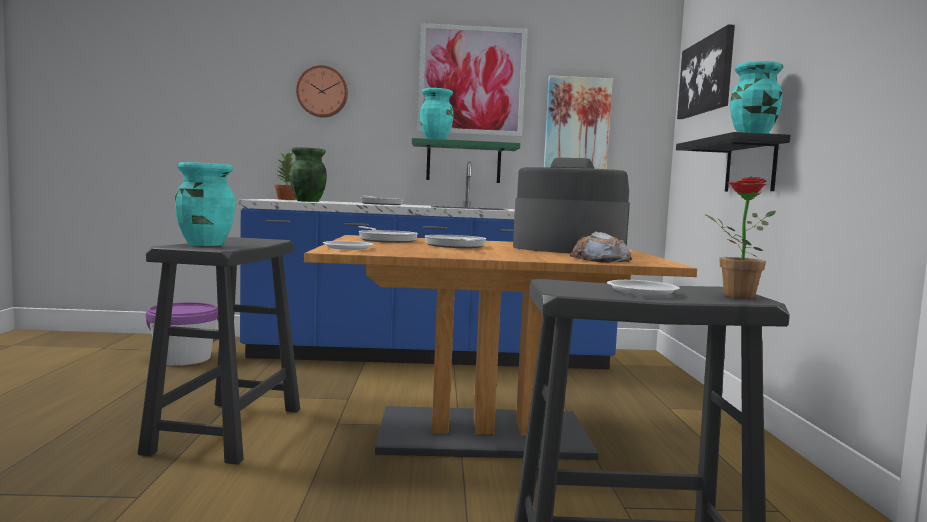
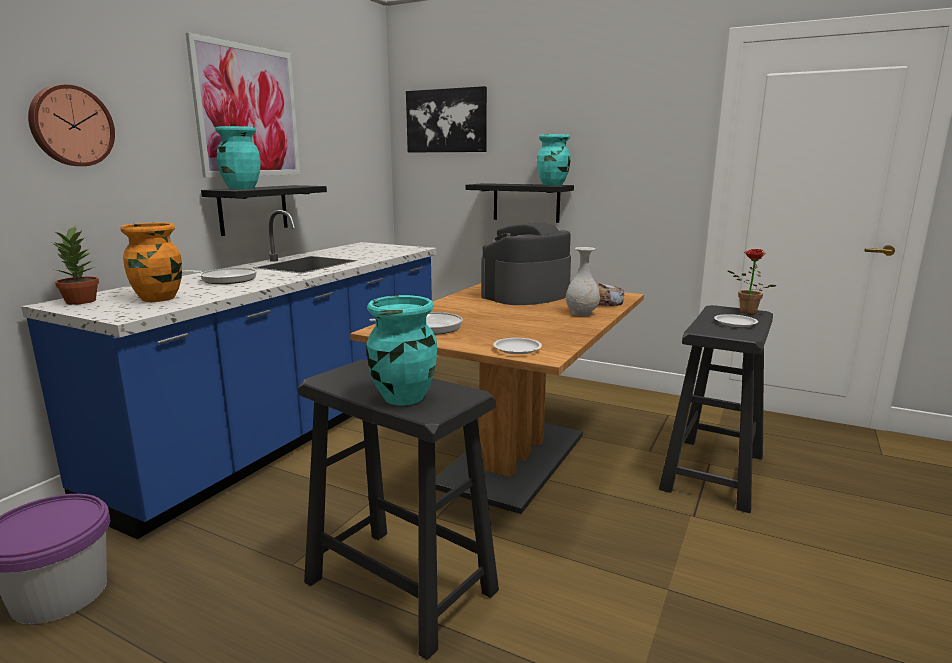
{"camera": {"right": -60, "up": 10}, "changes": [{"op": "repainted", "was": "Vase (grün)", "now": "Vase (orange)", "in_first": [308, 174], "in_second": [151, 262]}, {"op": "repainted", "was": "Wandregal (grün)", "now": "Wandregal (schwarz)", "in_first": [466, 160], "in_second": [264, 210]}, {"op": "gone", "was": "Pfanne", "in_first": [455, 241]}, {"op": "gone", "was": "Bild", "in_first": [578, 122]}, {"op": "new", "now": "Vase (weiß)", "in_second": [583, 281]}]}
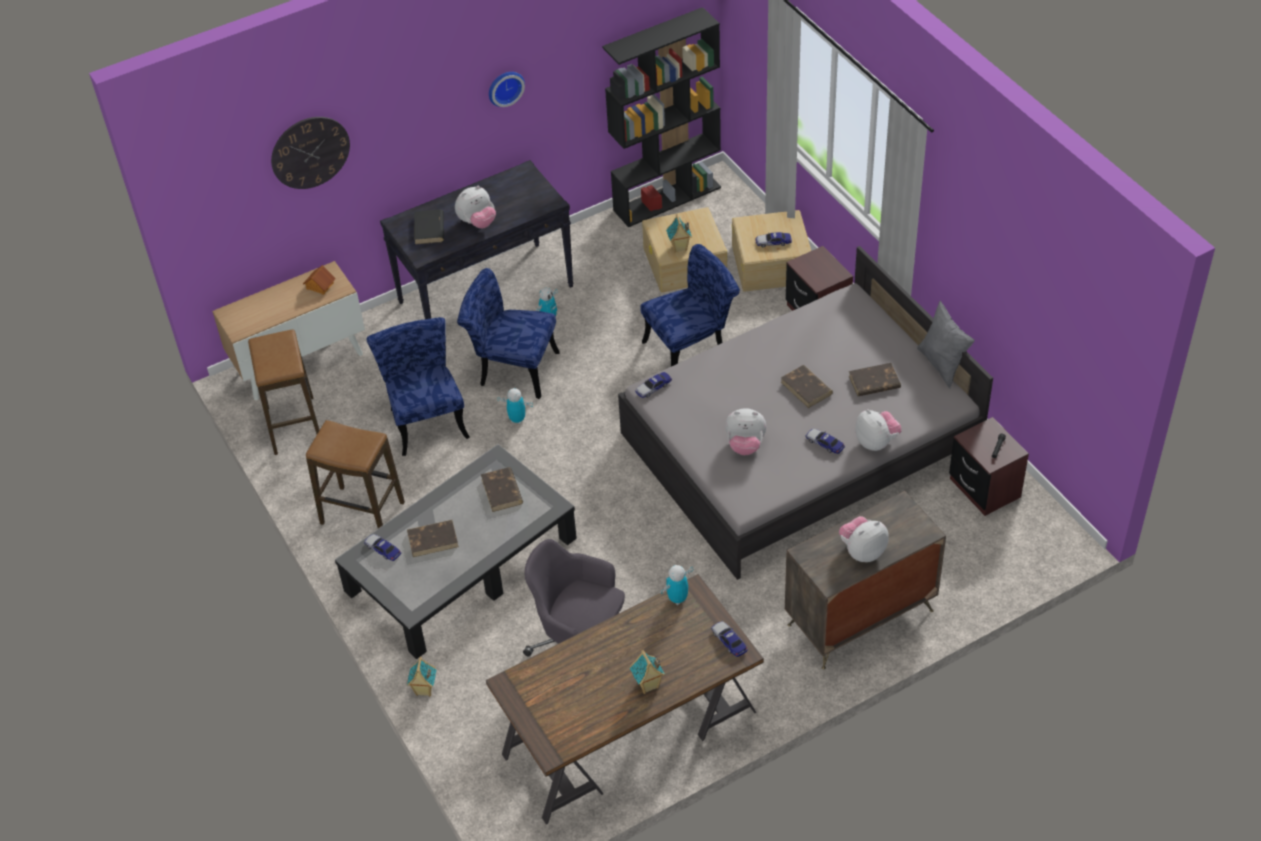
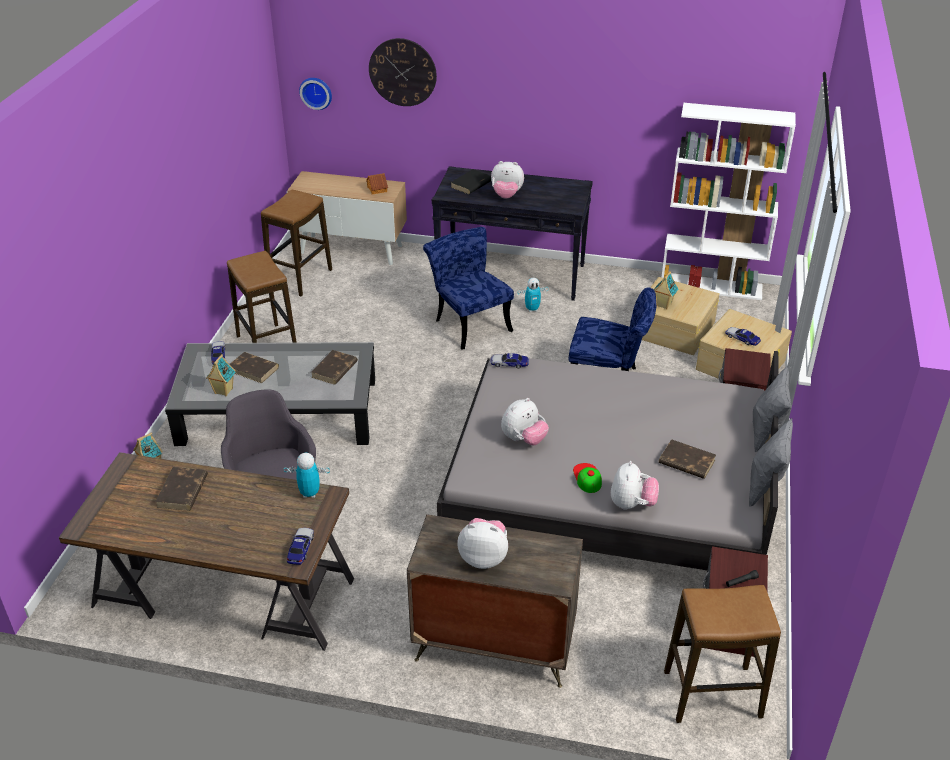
{"camera": {"right": 40, "up": -10}, "changes": [{"op": "gone", "was": "Stuhl (blau)", "in_first": [418, 386]}, {"op": "shifted", "was": "Wanduhr", "in_first": [507, 89], "in_second": [315, 94]}, {"op": "gone", "was": "Spielzeugroboter", "in_first": [515, 406]}, {"op": "repainted", "was": "Bücherregal (schwarz)", "now": "Bücherregal (weiß)", "in_first": [661, 117], "in_second": [729, 201]}, {"op": "shifted", "was": "Spielzeughaus", "in_first": [647, 672], "in_second": [221, 375]}, {"op": "rotated", "was": "Plüschtier", "in_first": [745, 431], "in_second": [525, 421], "clockwise": -90}, {"op": "shifted", "was": "Buch (braun)", "in_first": [807, 386], "in_second": [181, 489]}, {"op": "swapped", "was": "Spielzeugauto", "now": "Kappe", "in_first": [825, 441], "in_second": [587, 478]}, {"op": "new", "now": "Hocker", "in_second": [722, 654]}, {"op": "new", "now": "Kissen (grau)", "in_second": [772, 409]}]}
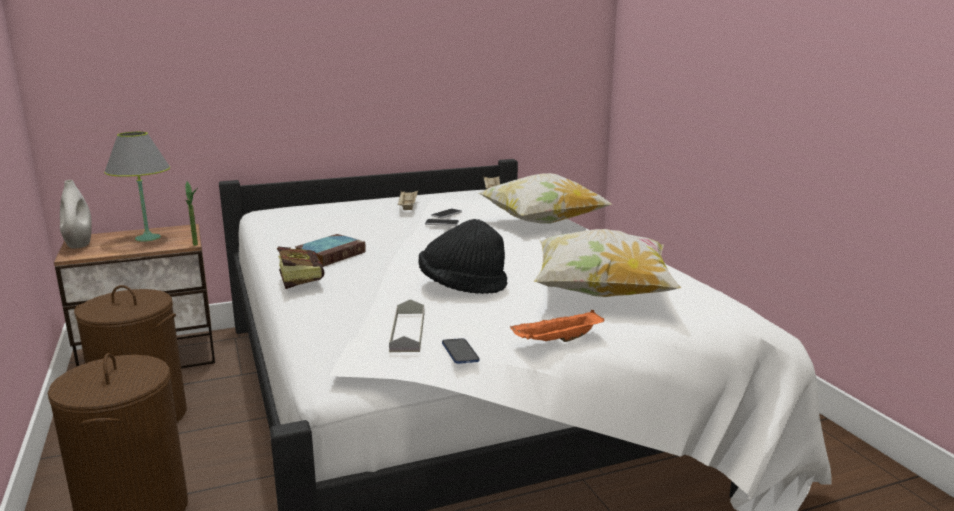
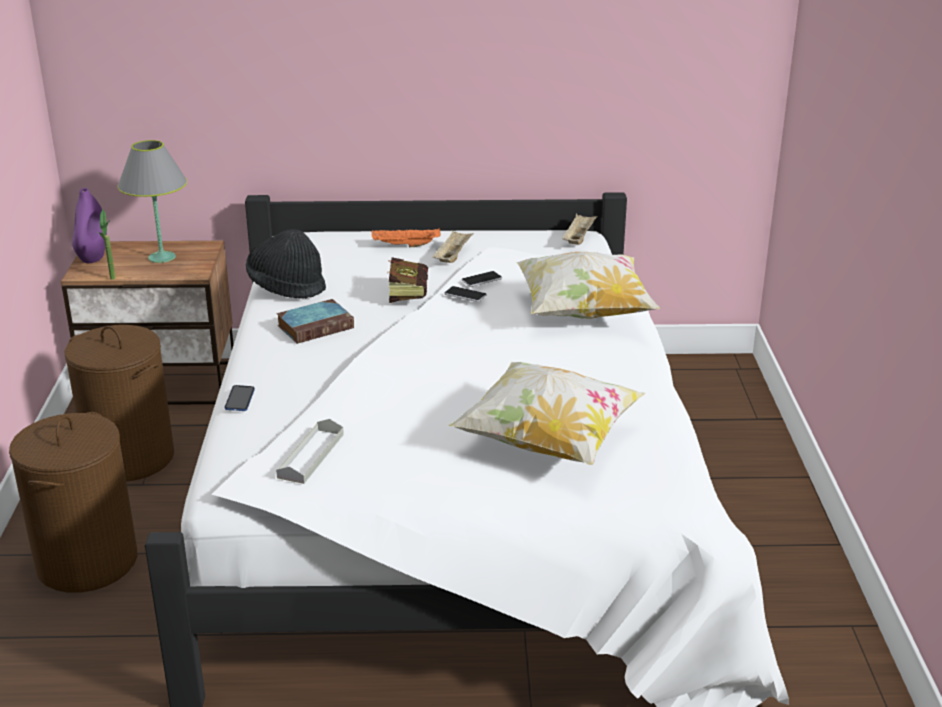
{"camera": {"right": 20, "up": 10}, "changes": [{"op": "repainted", "was": "Vase (weiß)", "now": "Vase (lila)", "in_first": [76, 214], "in_second": [89, 225]}, {"op": "shifted", "was": "Topfpflanze", "in_first": [191, 213], "in_second": [107, 244]}, {"op": "shifted", "was": "Buch", "in_first": [300, 268], "in_second": [407, 280]}, {"op": "shifted", "was": "Hut (schwarz)", "in_first": [463, 256], "in_second": [286, 264]}, {"op": "shifted", "was": "Handy", "in_first": [461, 351], "in_second": [240, 398]}, {"op": "shifted", "was": "Tablett (orange)", "in_first": [557, 326], "in_second": [406, 237]}]}
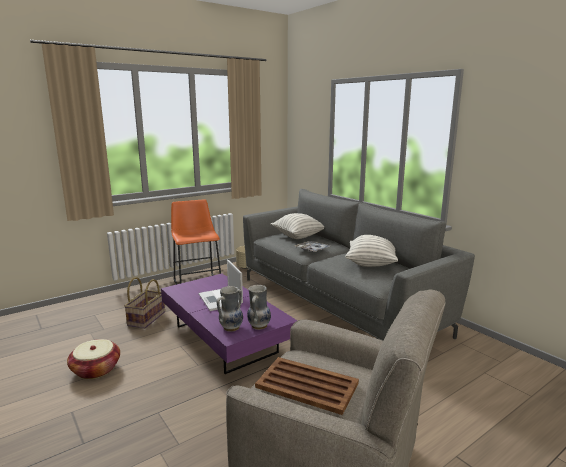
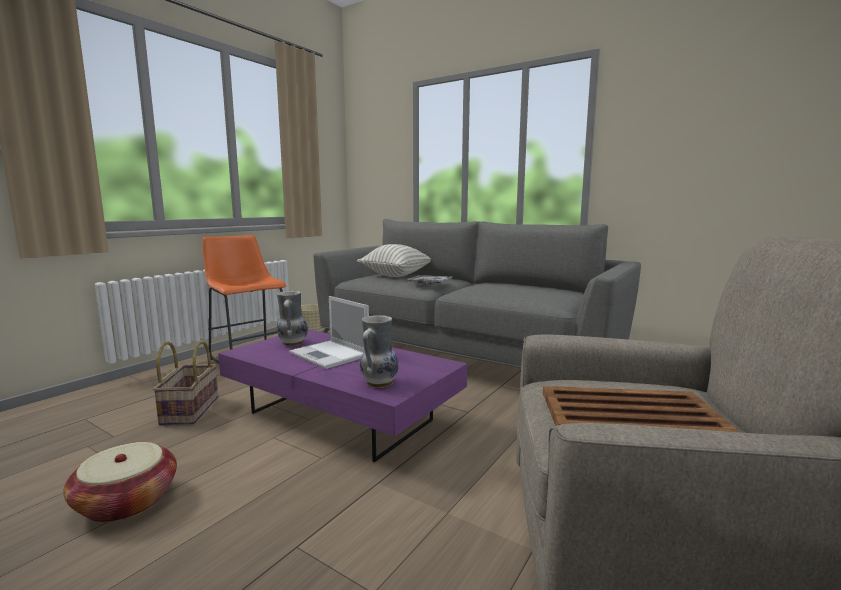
{"camera": {"right": -20, "up": -5}, "changes": [{"op": "shifted", "was": "Vase", "in_first": [259, 307], "in_second": [292, 318]}, {"op": "gone", "was": "Kissen", "in_first": [371, 251]}]}
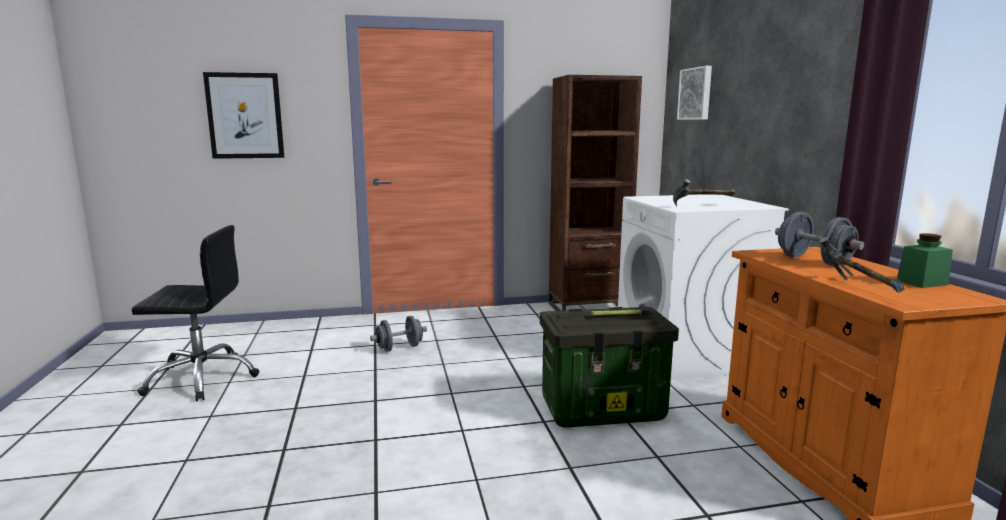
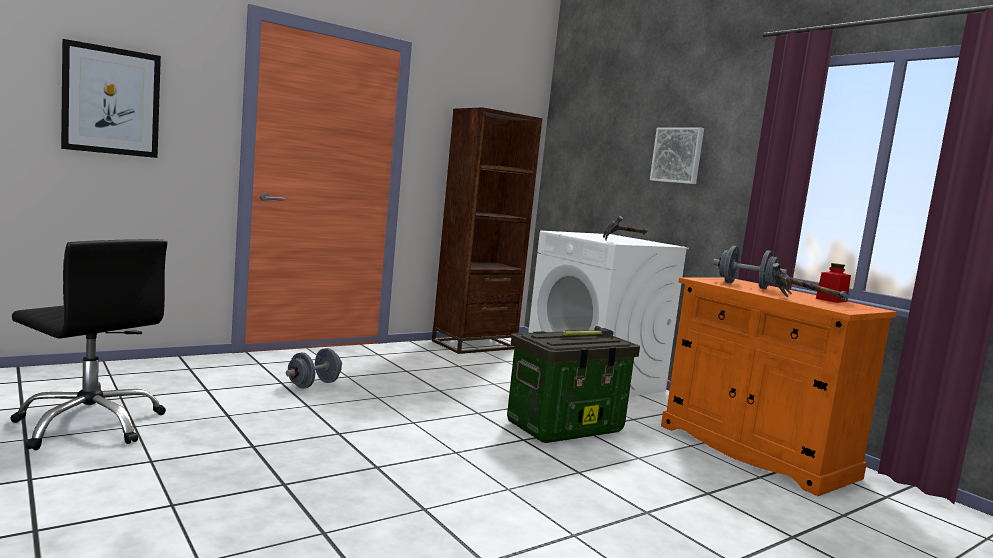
{"camera": {"right": -25, "up": -5}, "changes": [{"op": "rotated", "was": "Bürostuhl (schwarz)", "in_first": [195, 313], "in_second": [88, 344], "clockwise": 60}, {"op": "shifted", "was": "Bild", "in_first": [694, 93], "in_second": [677, 155]}, {"op": "repainted", "was": "Vorratsglas (grün)", "now": "Vorratsglas (rot)", "in_first": [925, 260], "in_second": [833, 283]}]}
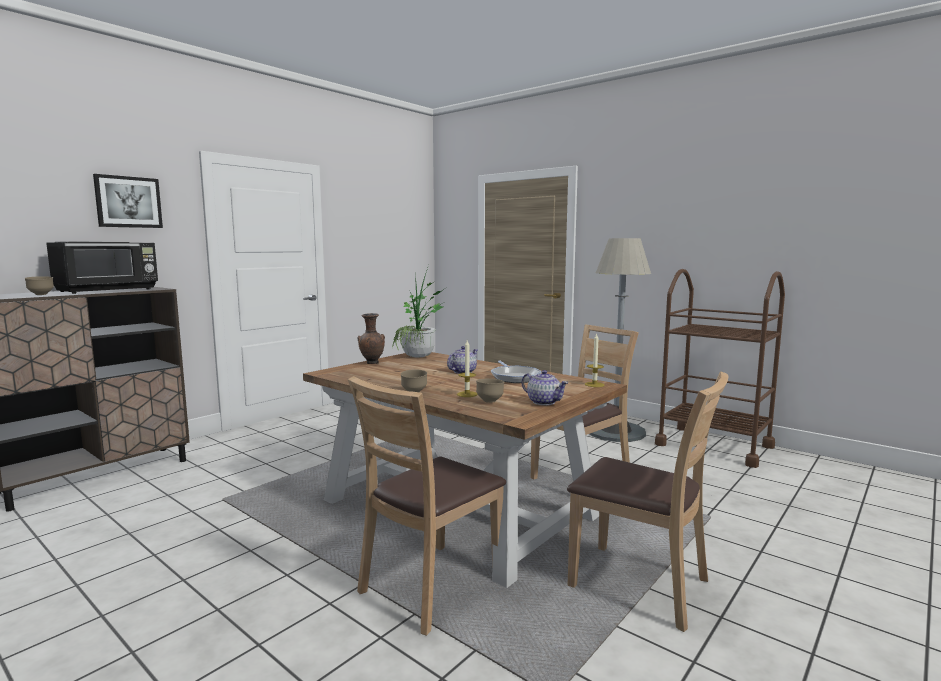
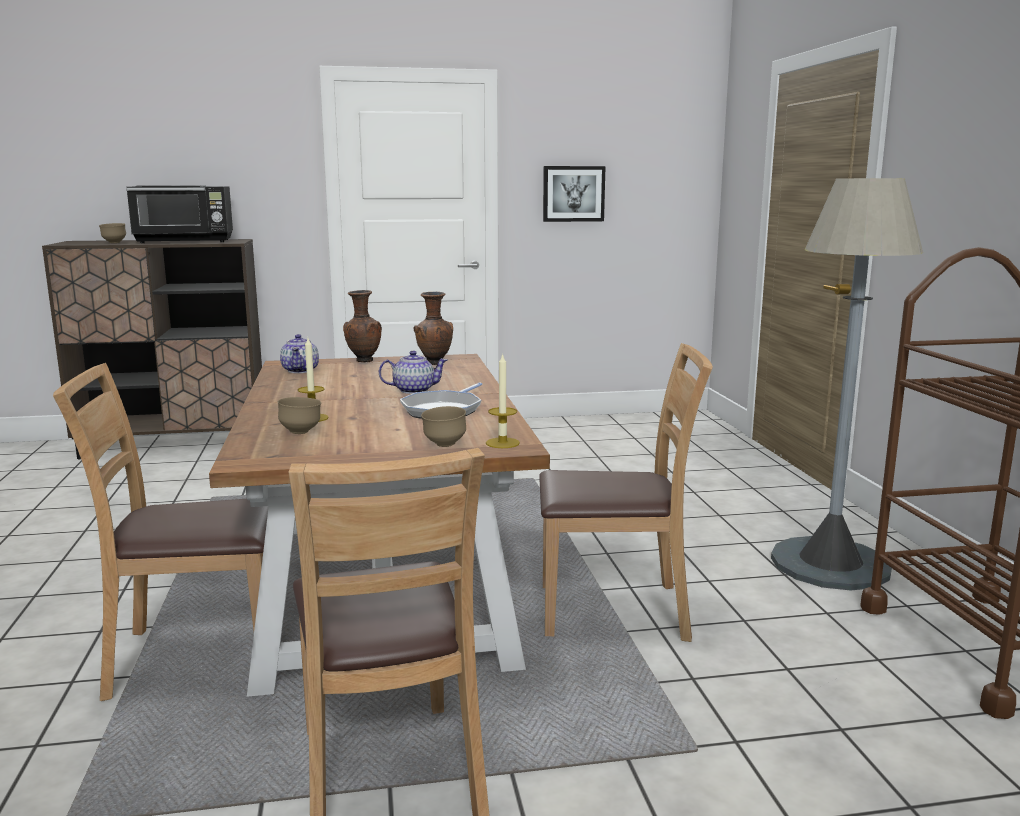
{"camera": {"right": 40, "up": 5}, "changes": [{"op": "shifted", "was": "Bild", "in_first": [128, 201], "in_second": [574, 194]}, {"op": "swapped", "was": "Topfpflanze", "now": "Vase (braun)", "in_first": [418, 311], "in_second": [433, 328]}, {"op": "shifted", "was": "Schüssel (braun)", "in_first": [413, 380], "in_second": [443, 426]}, {"op": "shifted", "was": "Teekanne", "in_first": [544, 387], "in_second": [299, 353]}]}
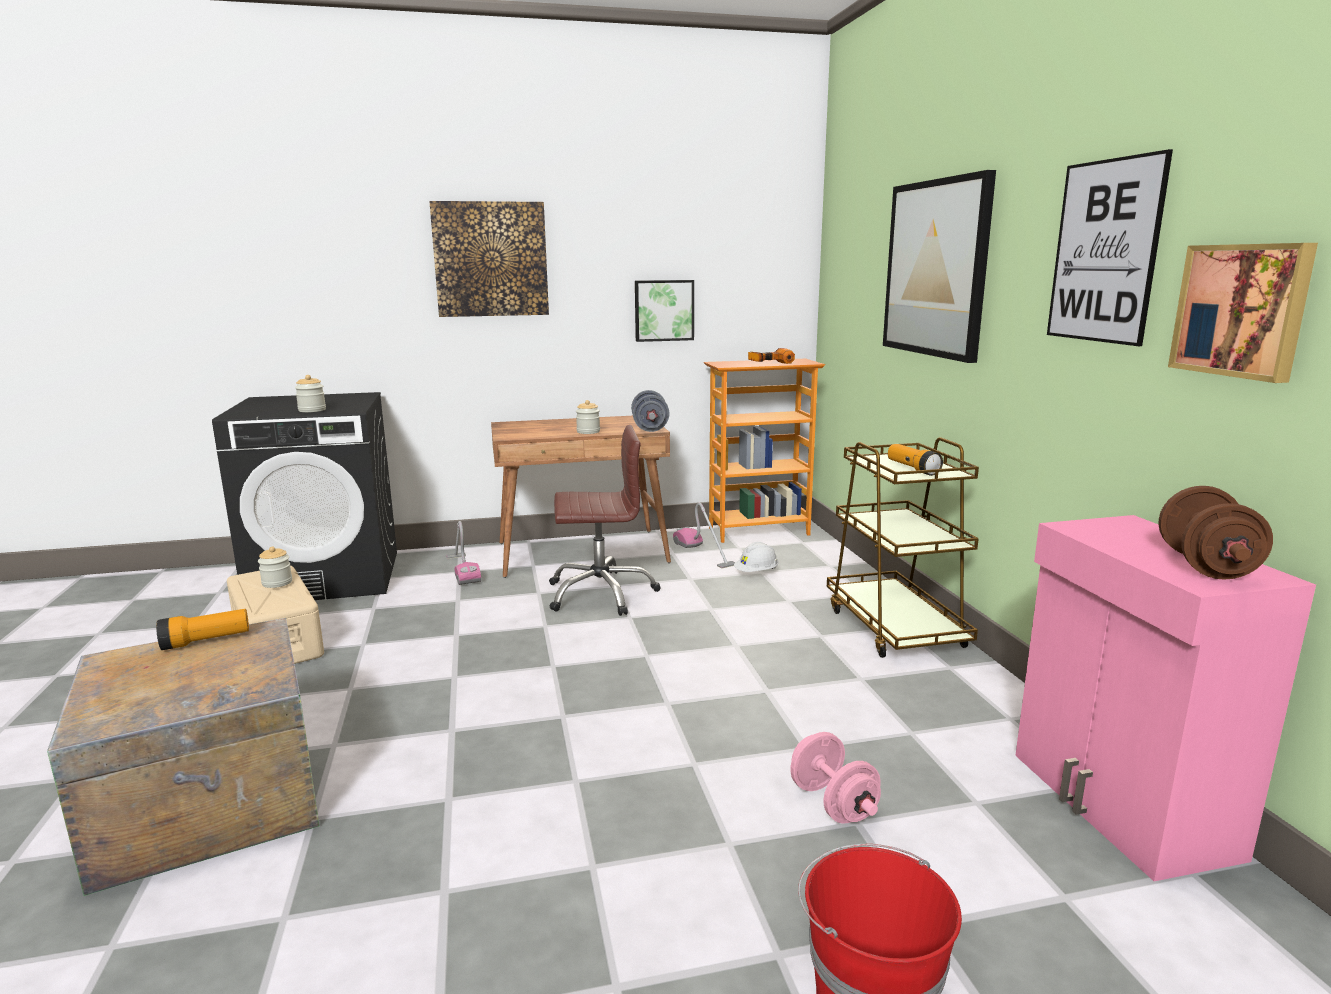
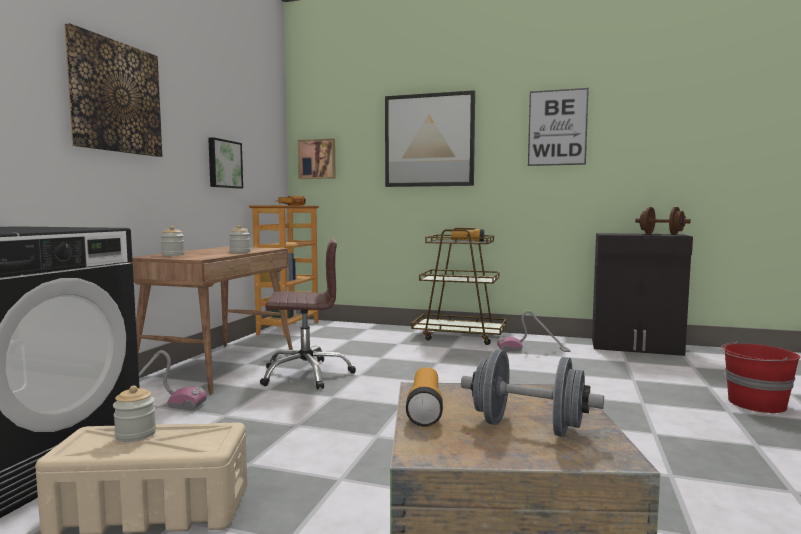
{"camera": {"right": -60, "up": -10}, "changes": [{"op": "shifted", "was": "Vorratsglas", "in_first": [310, 393], "in_second": [173, 241]}, {"op": "rotated", "was": "Bürostuhl (braun)", "in_first": [605, 520], "in_second": [308, 314], "clockwise": 60}, {"op": "shifted", "was": "Hantel (grau)", "in_first": [650, 411], "in_second": [532, 393]}, {"op": "shifted", "was": "Staubsauger", "in_first": [704, 535], "in_second": [533, 331]}, {"op": "gone", "was": "Schutzhelm (weiß)", "in_first": [756, 557]}, {"op": "gone", "was": "Hantel (rosa)", "in_first": [835, 777]}, {"op": "repainted", "was": "Schrank (rosa)", "now": "Schrank (schwarz)", "in_first": [1165, 698], "in_second": [642, 294]}, {"op": "shifted", "was": "Bild", "in_first": [1243, 313], "in_second": [317, 159]}]}
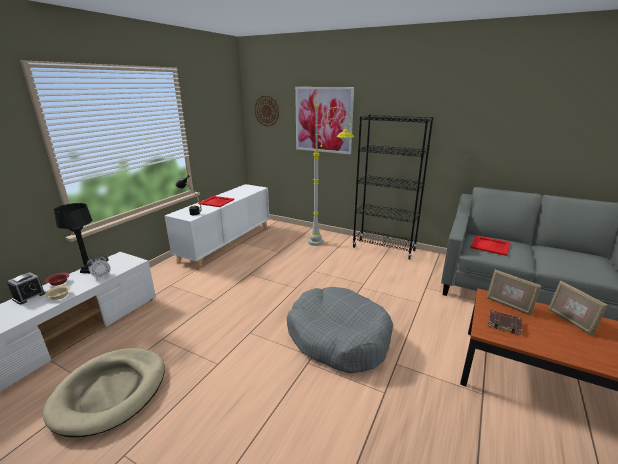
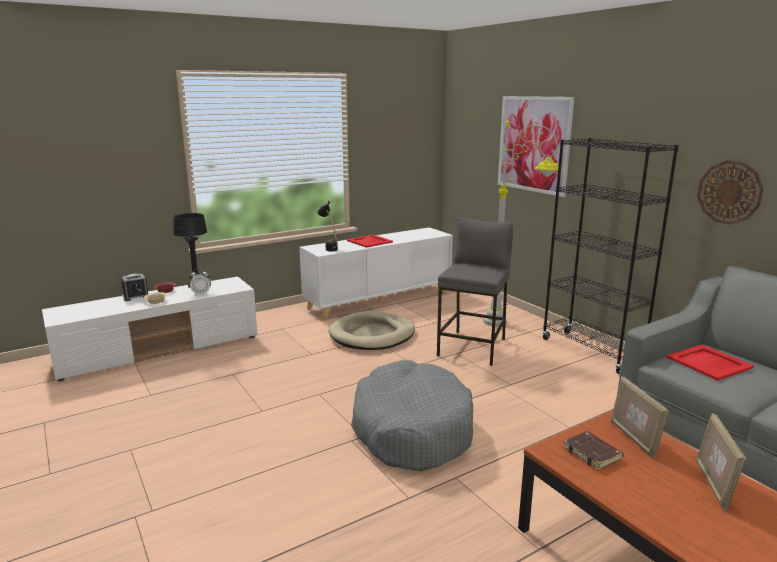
{"camera": {"right": 30, "up": -5}, "changes": [{"op": "shifted", "was": "Hundebett (beige)", "in_first": [103, 393], "in_second": [371, 330]}, {"op": "shifted", "was": "Wanduhr", "in_first": [267, 111], "in_second": [730, 192]}, {"op": "new", "now": "Hocker (grau)", "in_second": [475, 291]}]}
